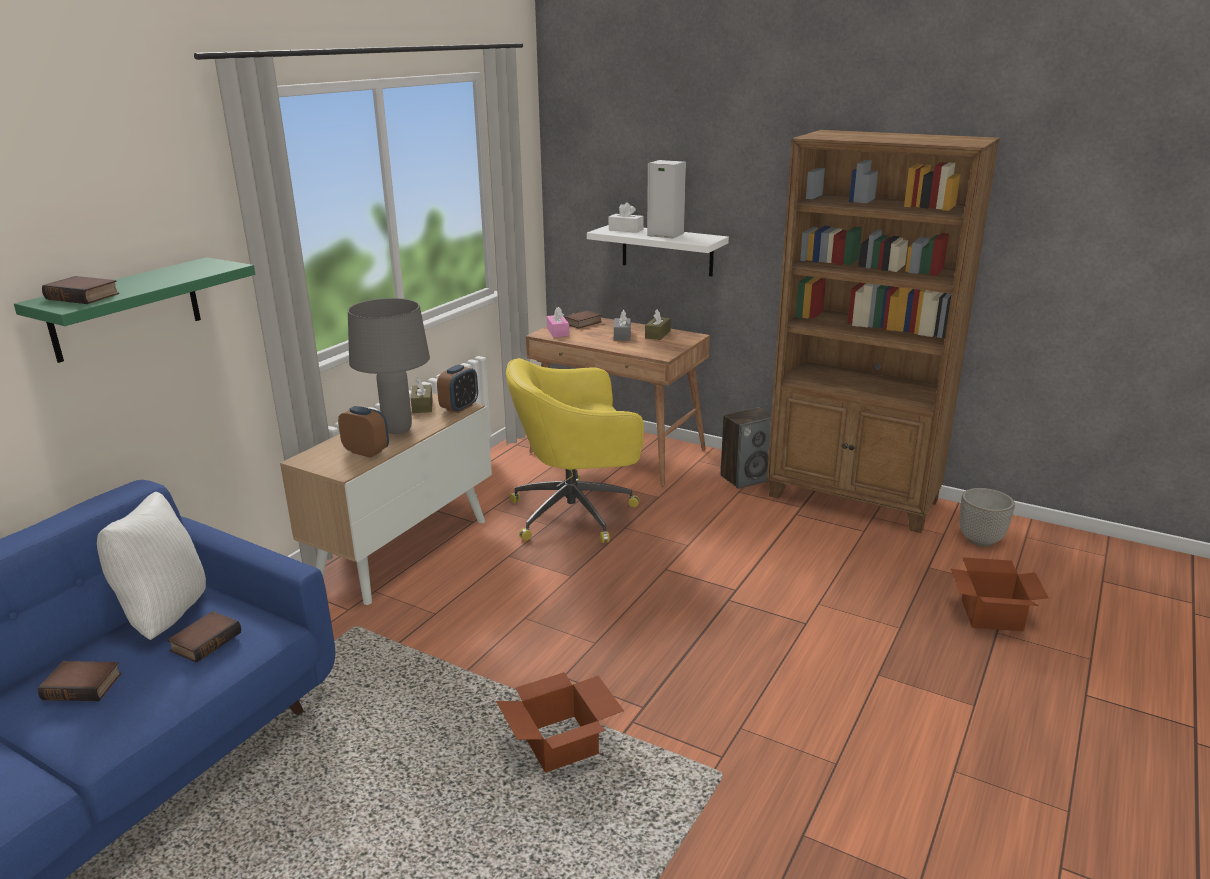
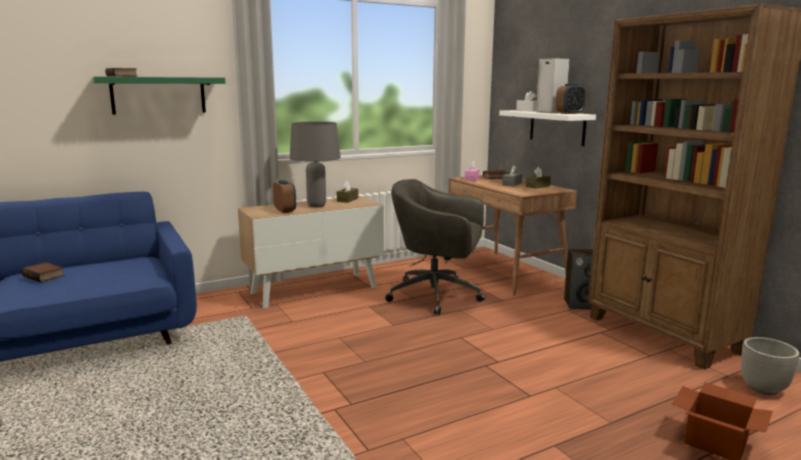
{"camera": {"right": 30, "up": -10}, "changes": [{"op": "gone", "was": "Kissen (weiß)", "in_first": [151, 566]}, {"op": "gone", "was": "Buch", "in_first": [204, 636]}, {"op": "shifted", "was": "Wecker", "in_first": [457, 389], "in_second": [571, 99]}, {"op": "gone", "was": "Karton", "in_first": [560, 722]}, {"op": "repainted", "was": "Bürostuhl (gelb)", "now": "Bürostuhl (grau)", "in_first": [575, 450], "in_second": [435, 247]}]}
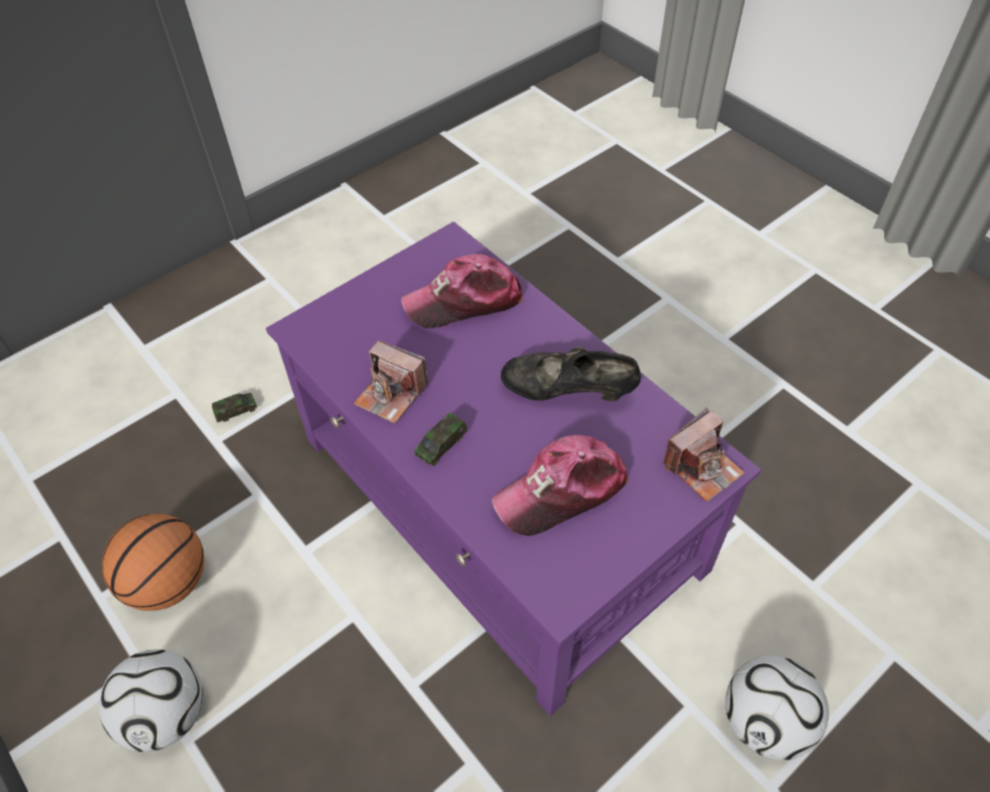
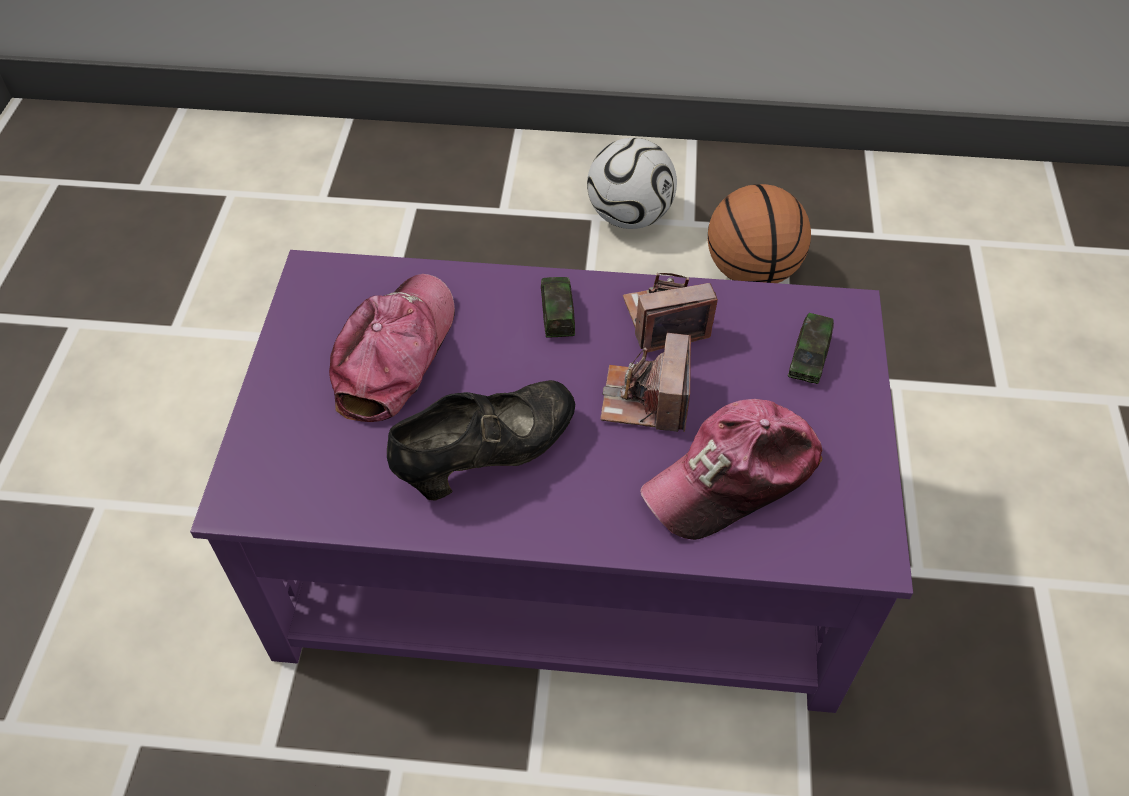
{"camera": {"right": 135, "up": 0}, "changes": [{"op": "shifted", "was": "Spielzeugauto", "in_first": [234, 408], "in_second": [811, 348]}, {"op": "rotated", "was": "Kappe", "in_first": [462, 291], "in_second": [732, 469], "clockwise": -150}, {"op": "shifted", "was": "Kamera", "in_first": [704, 455], "in_second": [645, 382]}, {"op": "gone", "was": "Fußball", "in_first": [777, 708]}]}
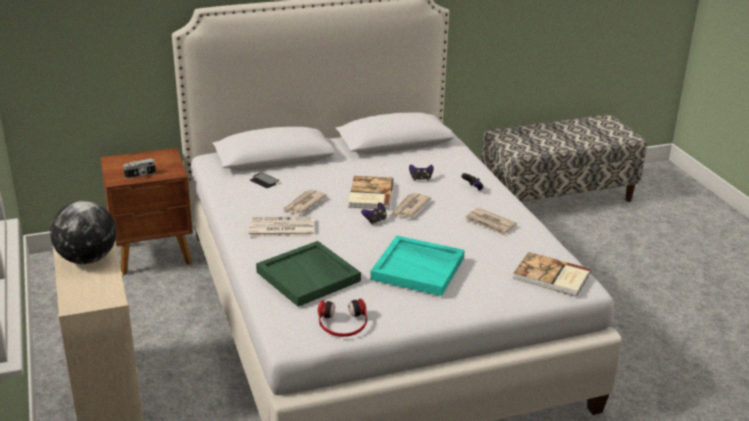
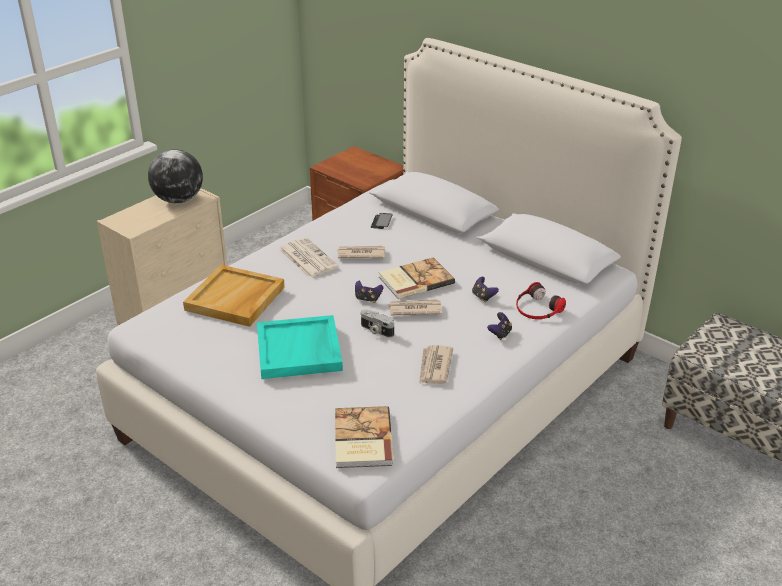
{"camera": {"right": 60, "up": 5}, "changes": [{"op": "shifted", "was": "Kamera", "in_first": [139, 168], "in_second": [377, 323]}, {"op": "repainted", "was": "Tablett (grün)", "now": "Tablett (beige)", "in_first": [308, 274], "in_second": [234, 296]}, {"op": "shifted", "was": "Kopfhörer", "in_first": [342, 317], "in_second": [541, 300]}]}
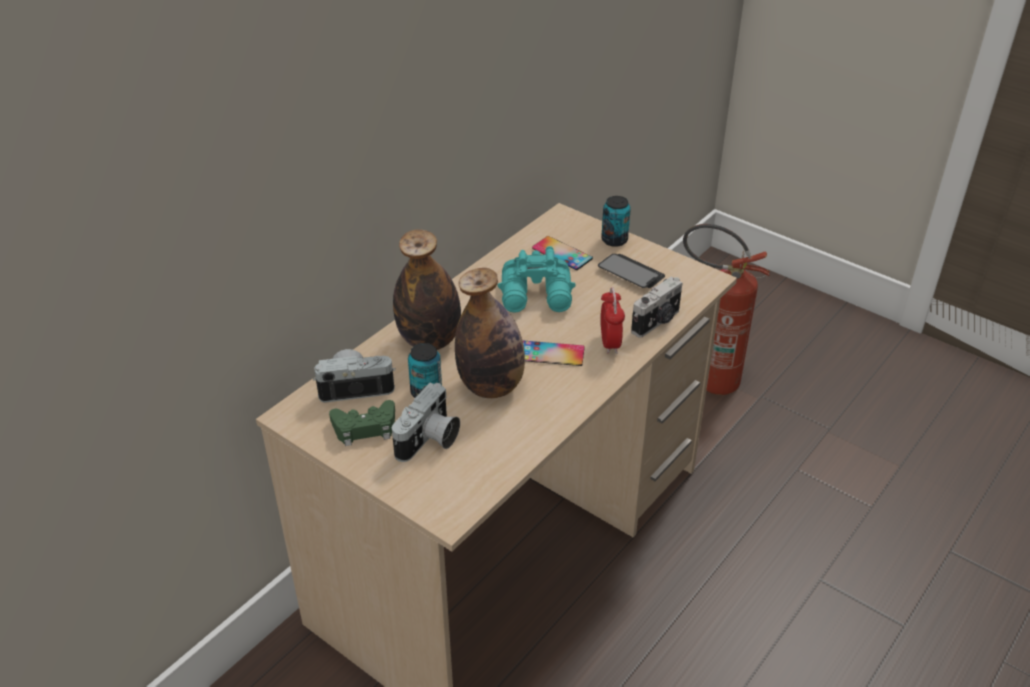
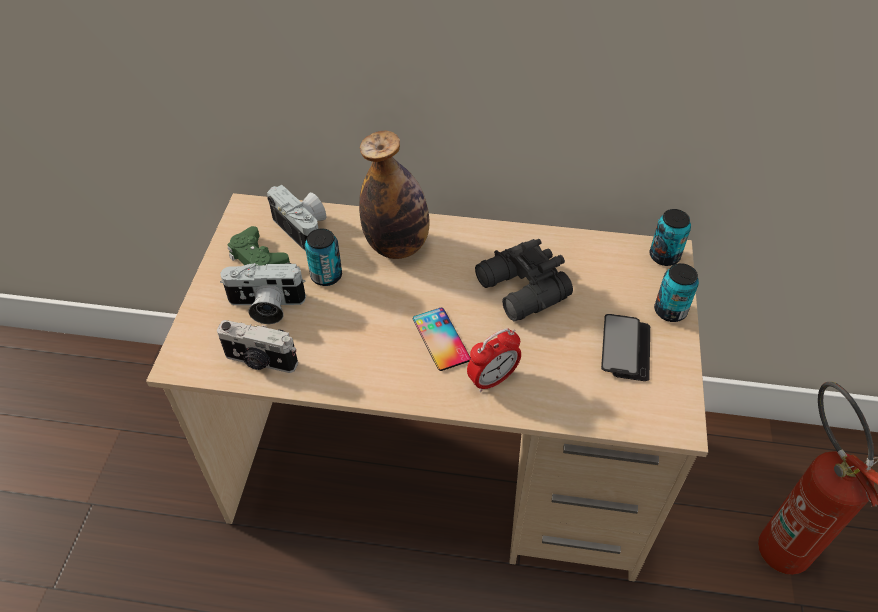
{"camera": {"right": 60, "up": 10}, "changes": [{"op": "gone", "was": "Flasche", "in_first": [490, 333]}, {"op": "repainted", "was": "Fernglas (türkis)", "now": "Fernglas (schwarz)", "in_first": [537, 279], "in_second": [524, 280]}, {"op": "gone", "was": "Handy", "in_first": [562, 253]}, {"op": "shifted", "was": "Kamera", "in_first": [657, 307], "in_second": [257, 346]}, {"op": "new", "now": "Dose", "in_second": [670, 237]}]}
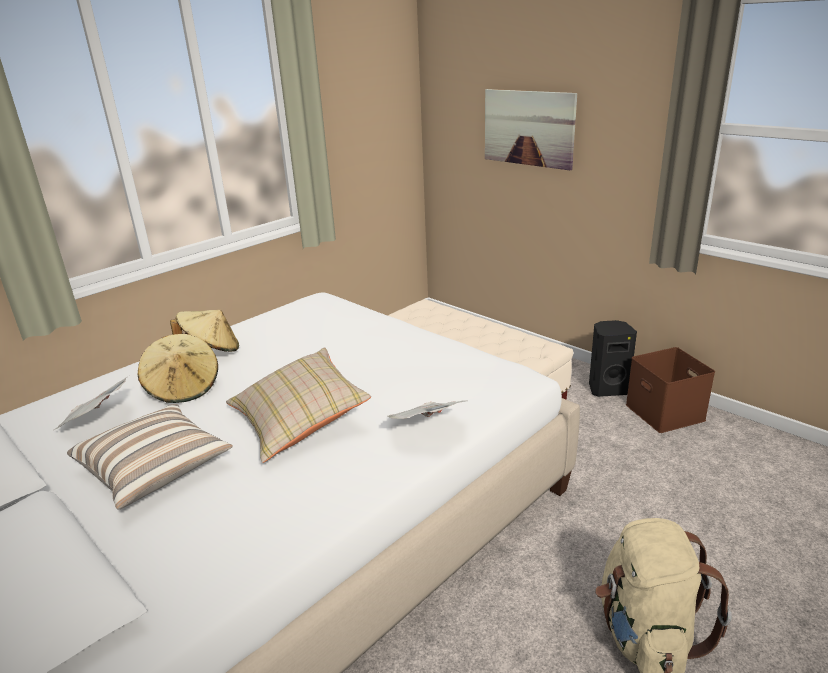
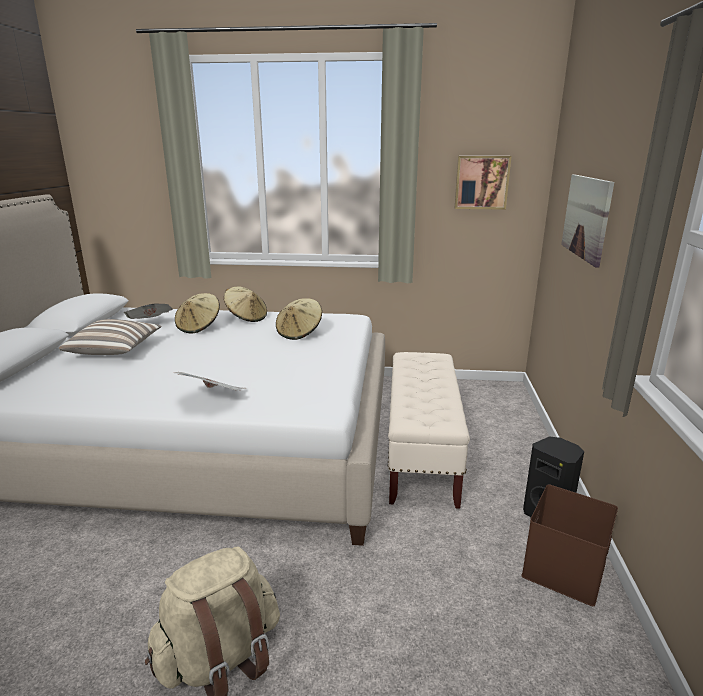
{"camera": {"right": 50, "up": -5}, "changes": [{"op": "gone", "was": "Kissen (beige)", "in_first": [298, 405]}, {"op": "new", "now": "Hut (beige)", "in_second": [299, 319]}, {"op": "new", "now": "Bild", "in_second": [483, 183]}]}
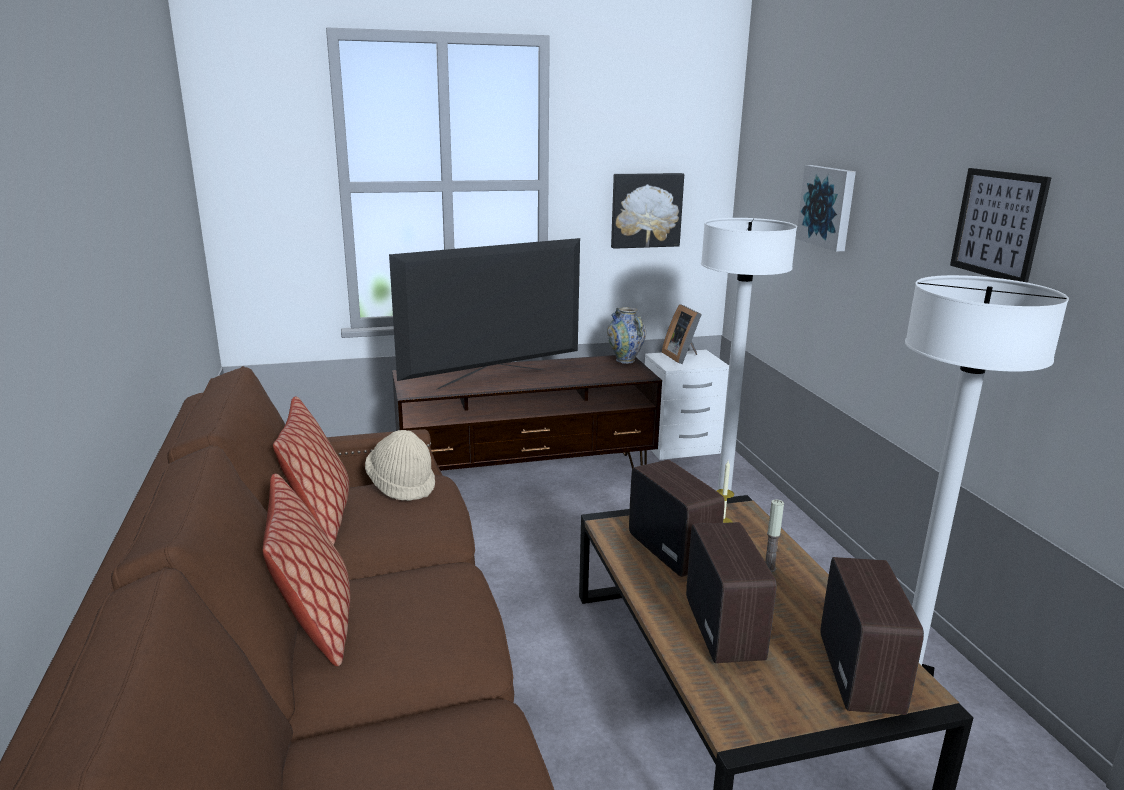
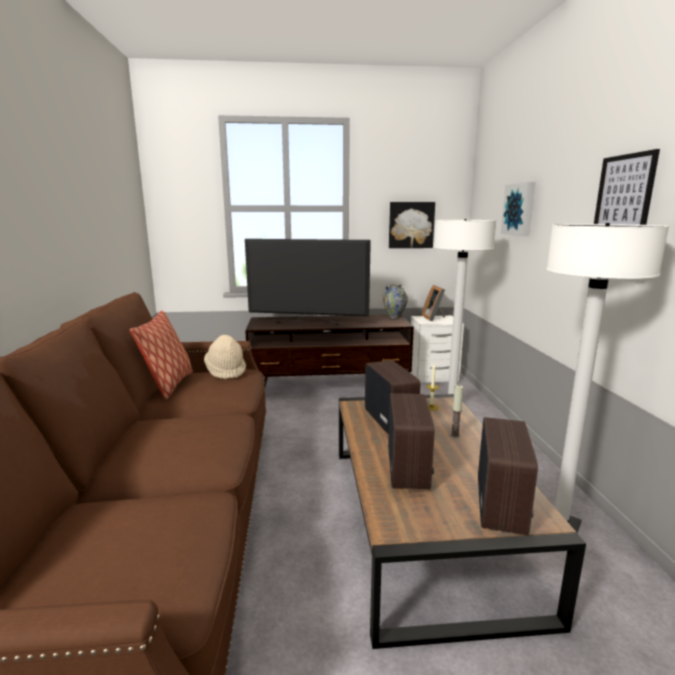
{"camera": {"right": 10, "up": -5}, "changes": [{"op": "gone", "was": "Kissen", "in_first": [306, 570]}, {"op": "rotated", "was": "Fernseher", "in_first": [484, 314], "in_second": [308, 282], "clockwise": -150}]}
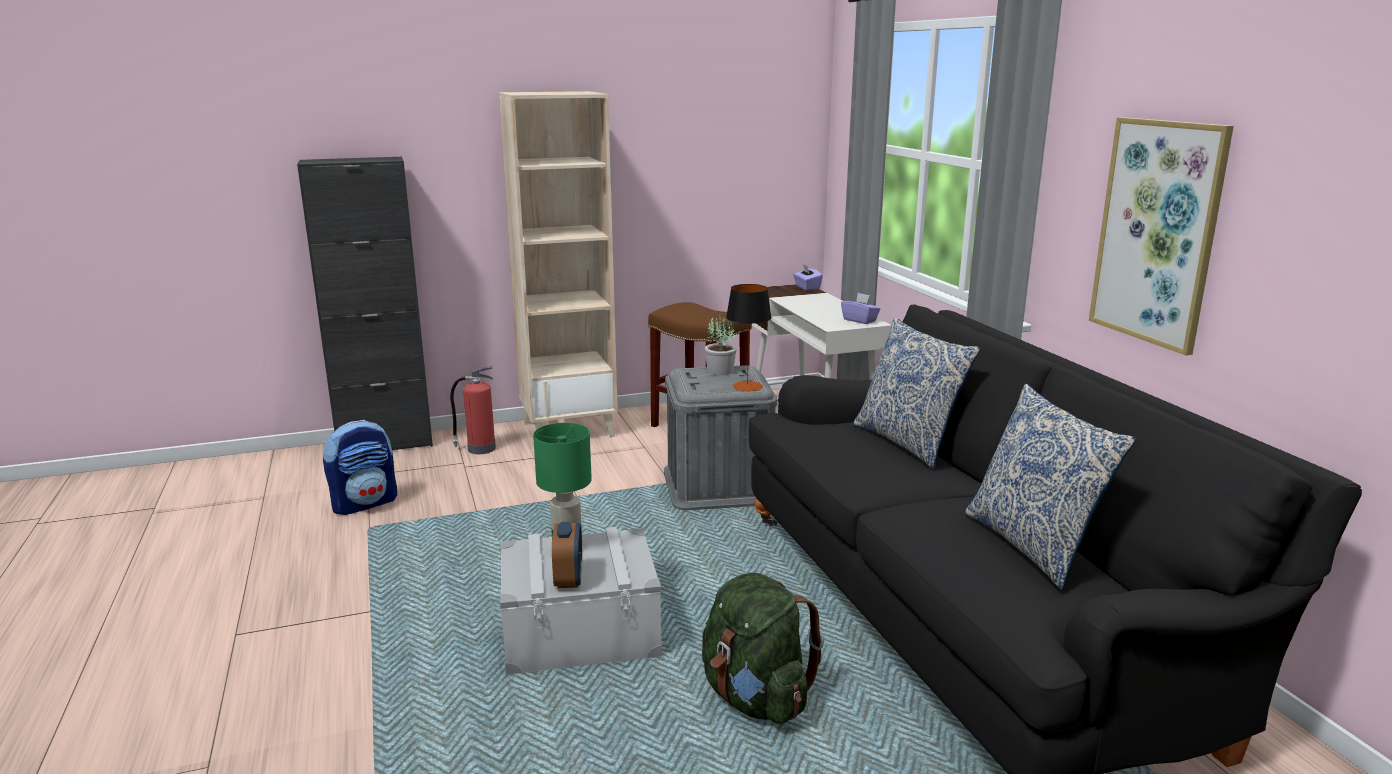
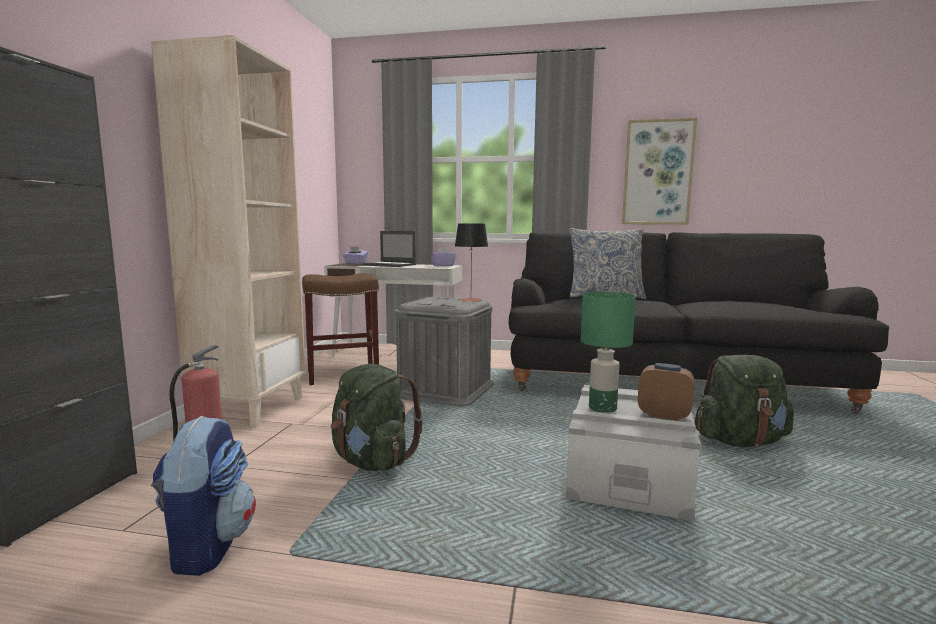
{"camera": {"right": -60, "up": -10}, "changes": [{"op": "gone", "was": "Topfpflanze", "in_first": [721, 344]}, {"op": "gone", "was": "Kissen", "in_first": [1050, 486]}, {"op": "new", "now": "Rucksack (grün)", "in_second": [377, 417]}, {"op": "new", "now": "Laptop", "in_second": [389, 249]}]}
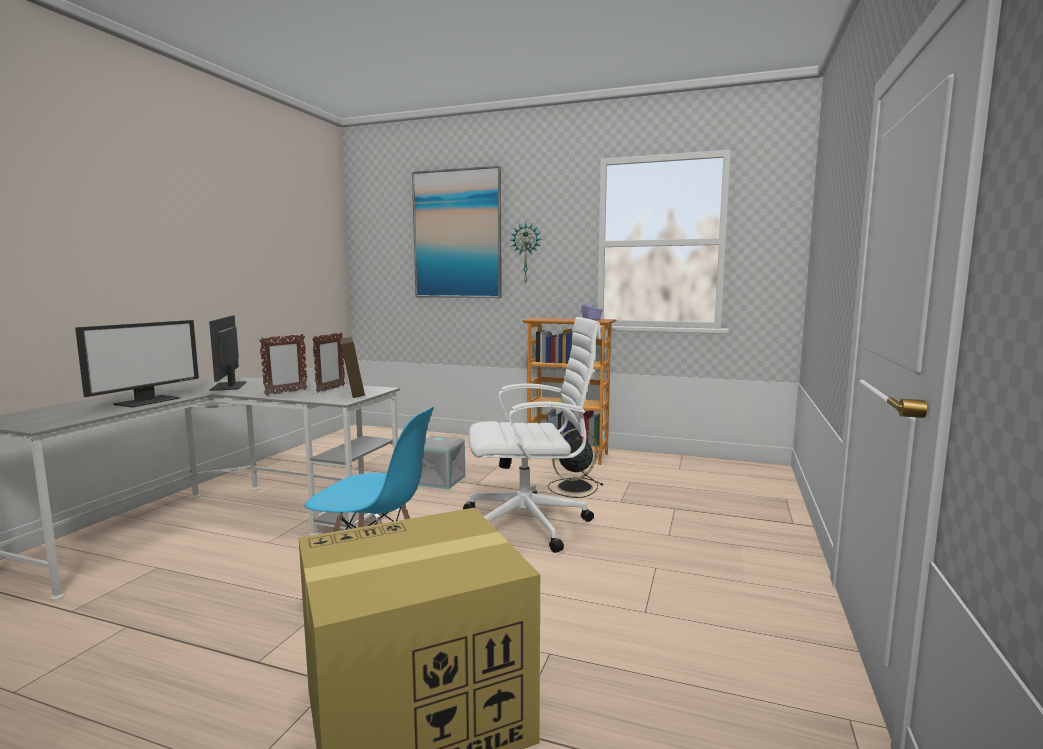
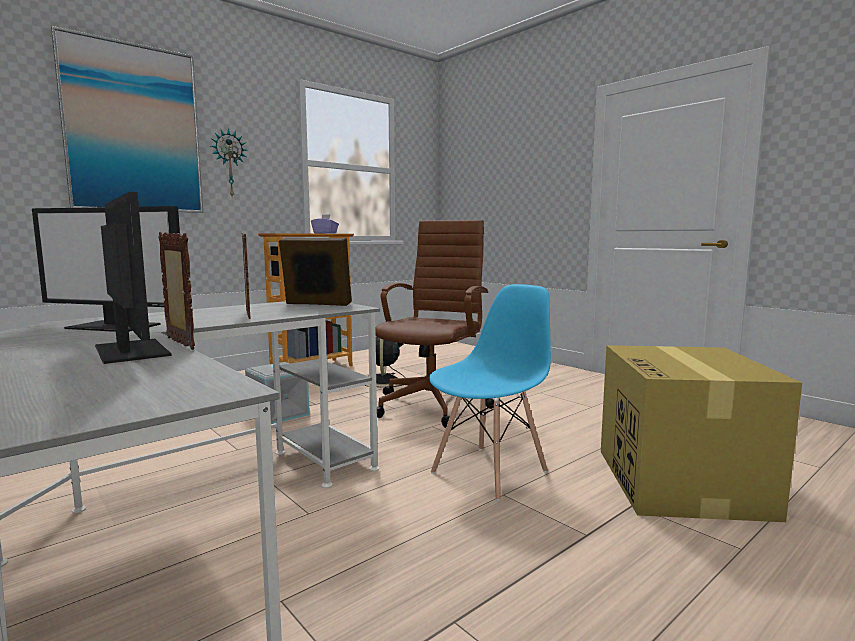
{"camera": {"right": -60, "up": 0}, "changes": [{"op": "shifted", "was": "Bilderrahmen", "in_first": [328, 362], "in_second": [177, 290]}, {"op": "repainted", "was": "Bürostuhl (weiß)", "now": "Bürostuhl (braun)", "in_first": [532, 435], "in_second": [434, 324]}]}
